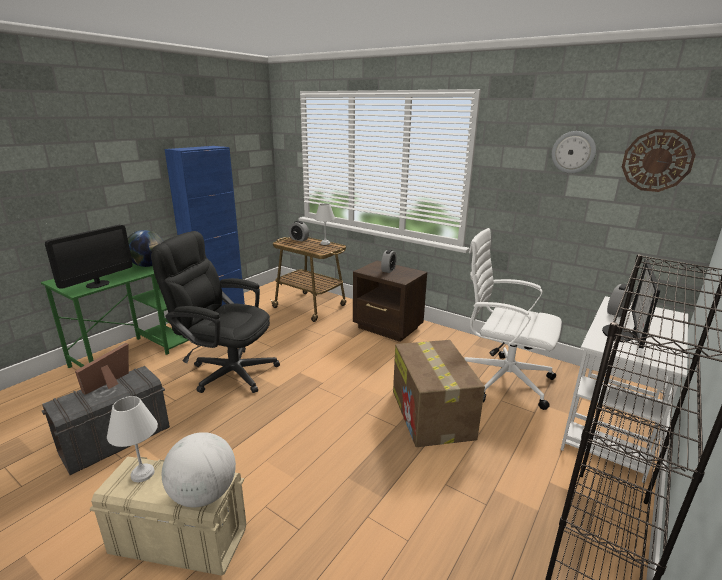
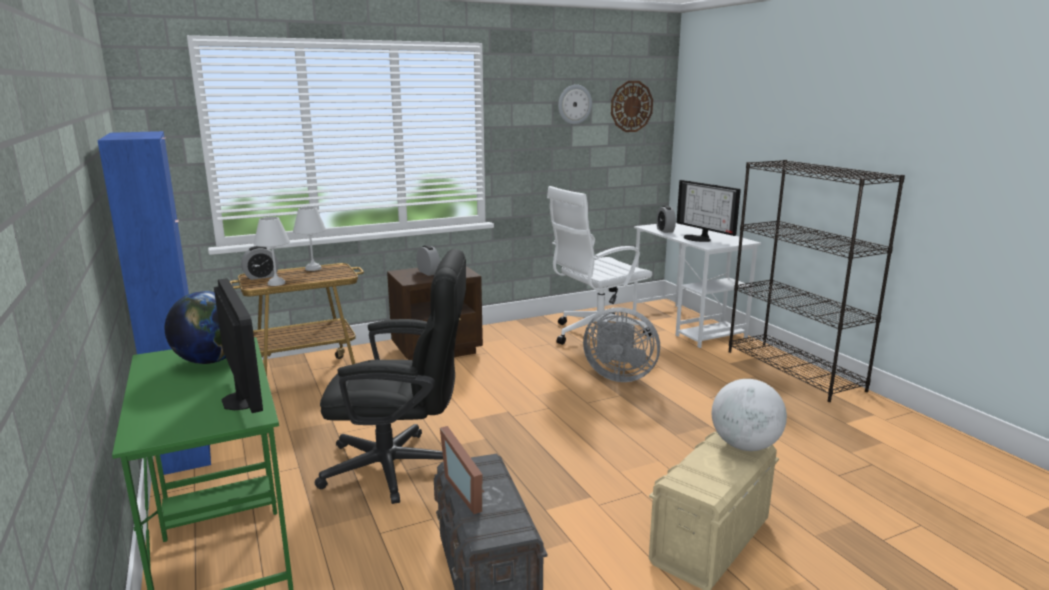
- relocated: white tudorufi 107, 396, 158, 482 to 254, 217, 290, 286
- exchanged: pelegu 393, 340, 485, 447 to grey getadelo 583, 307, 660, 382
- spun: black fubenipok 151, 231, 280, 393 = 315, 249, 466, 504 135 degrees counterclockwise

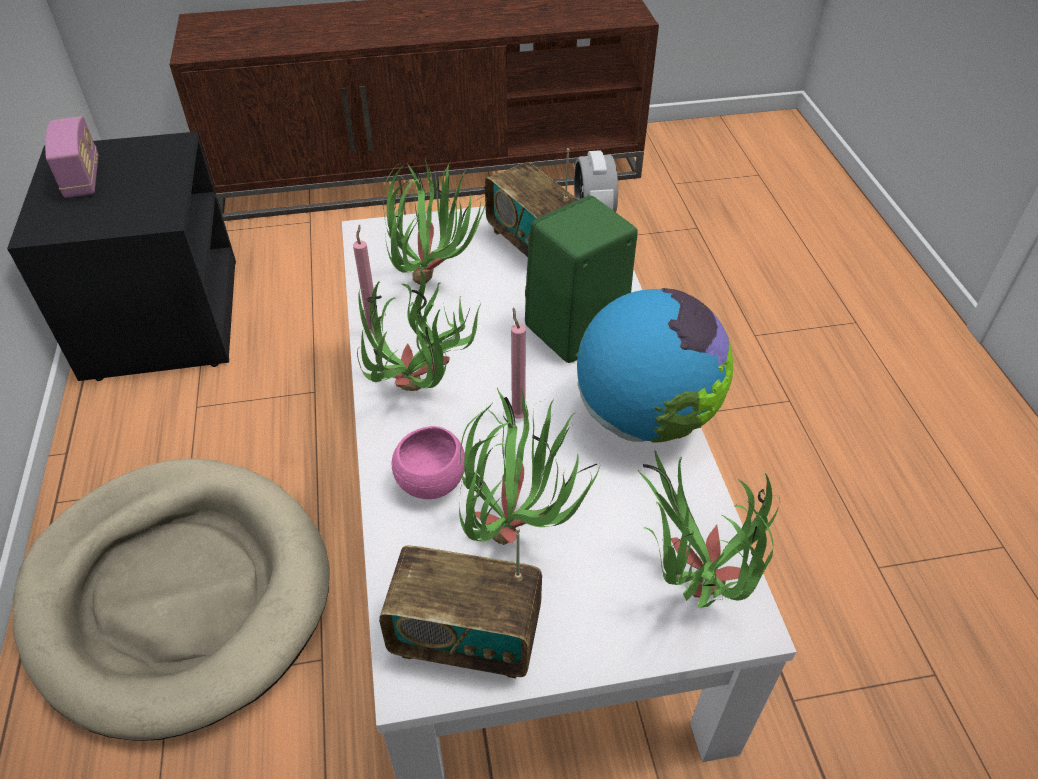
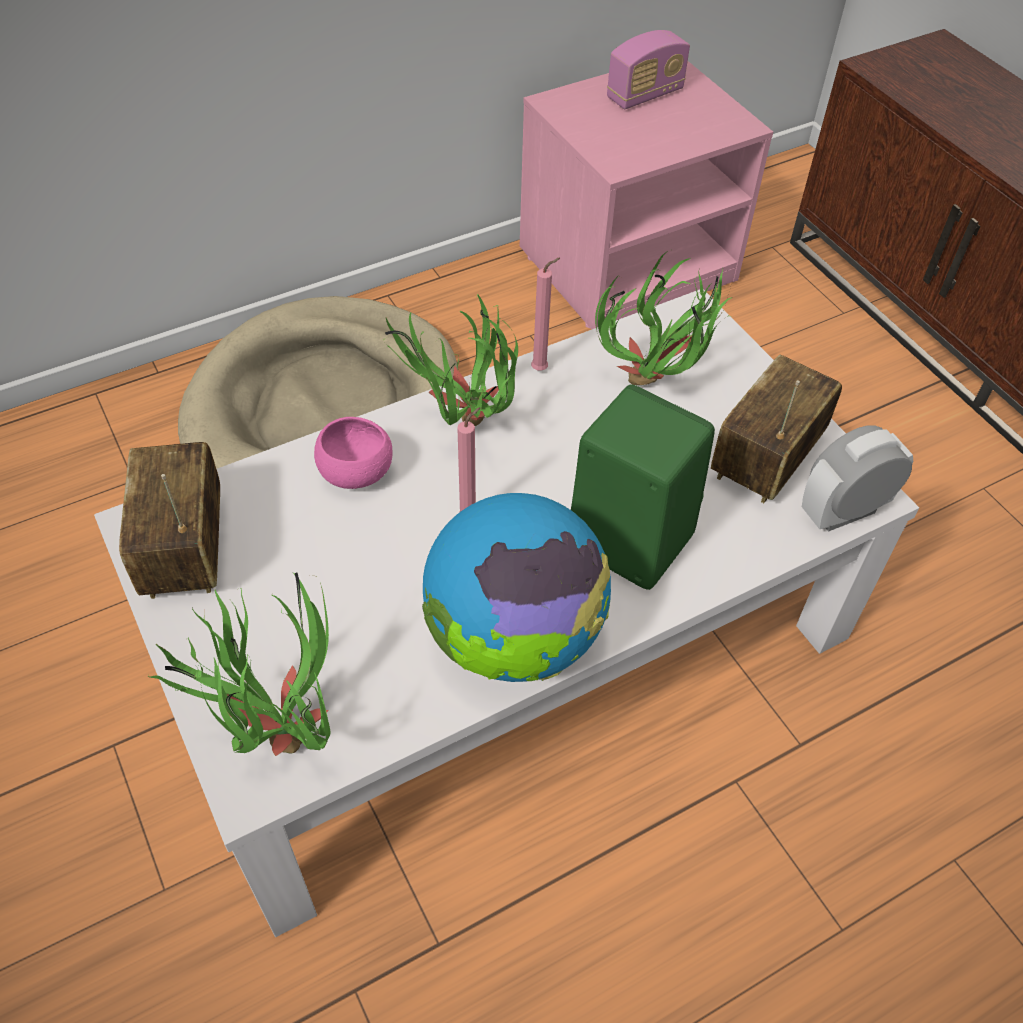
- missing: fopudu 459, 385, 600, 545
- colour: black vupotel 7, 132, 236, 381 to pink vupotel 520, 61, 773, 330

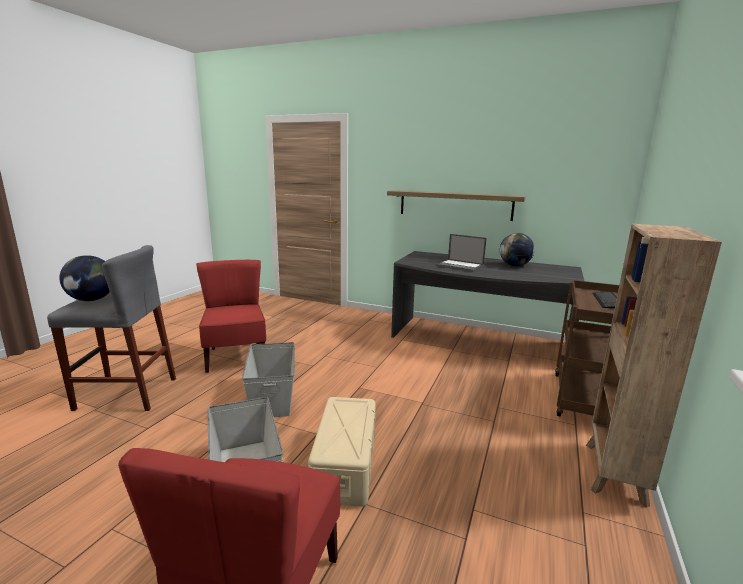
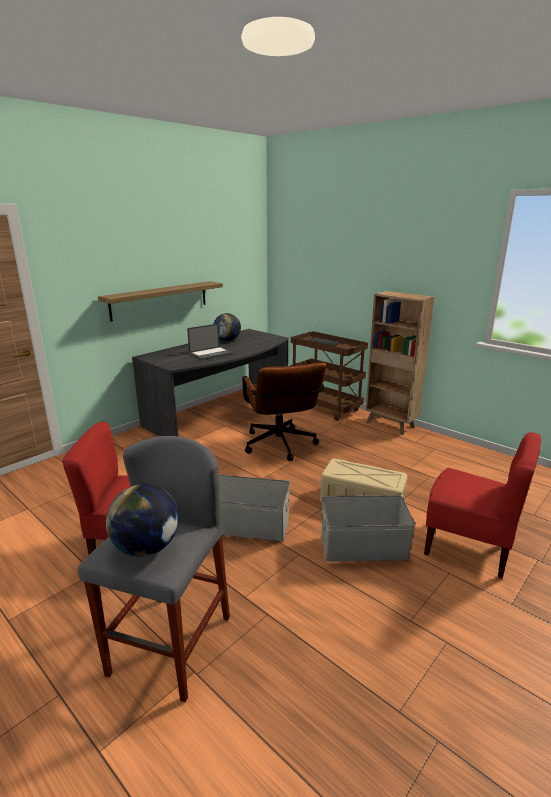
- appeared: brown fubenipok 242, 363, 326, 461

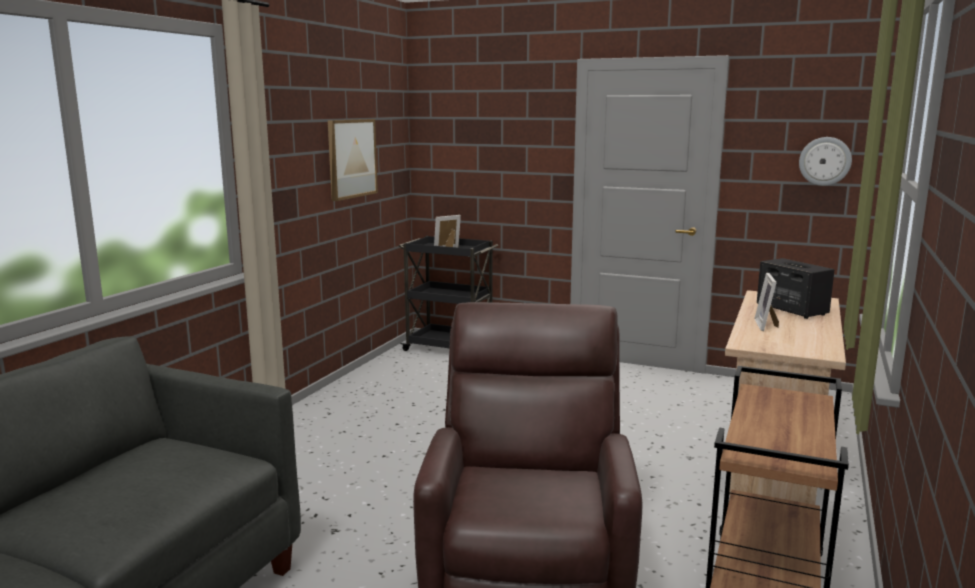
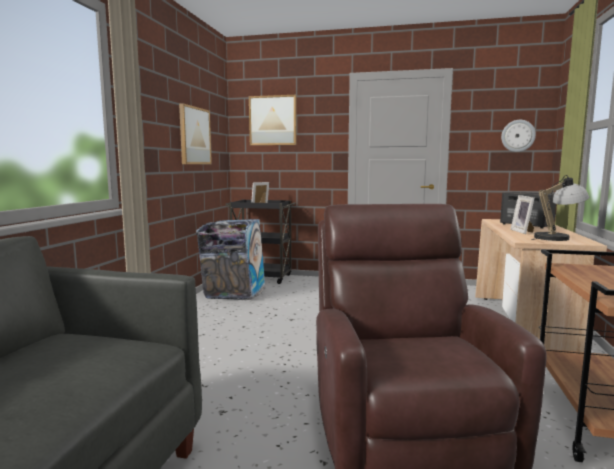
- appeared: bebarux 196, 219, 266, 300
- appeared: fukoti 249, 95, 297, 146
- appeared: tudorufi 531, 175, 589, 241

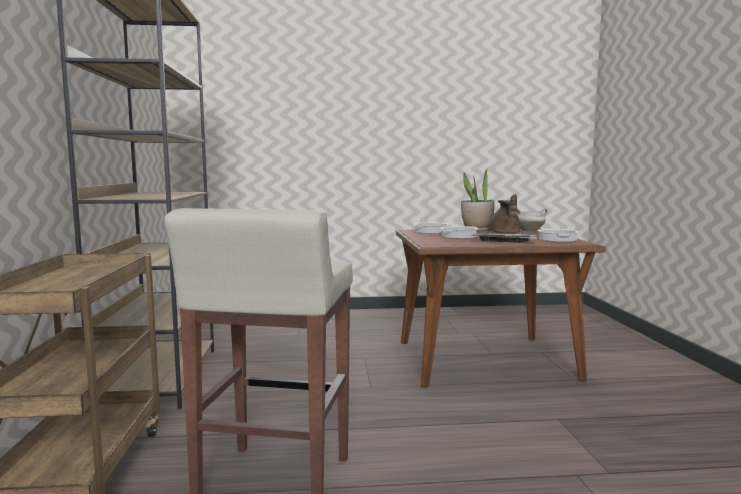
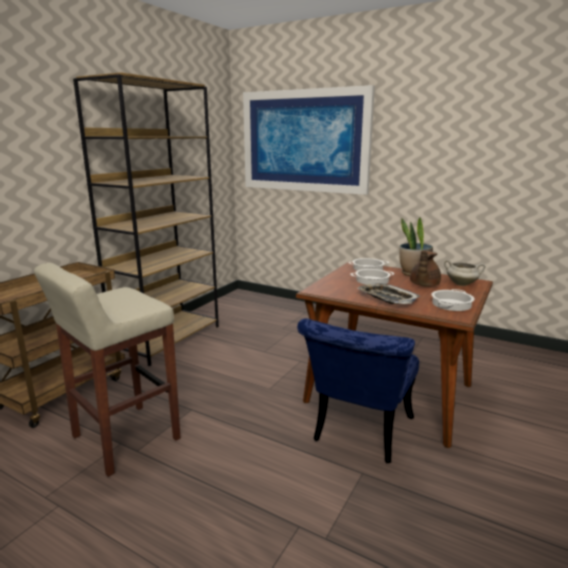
- appeared: fukoti 243, 85, 375, 195
- appeared: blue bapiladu 297, 318, 419, 463

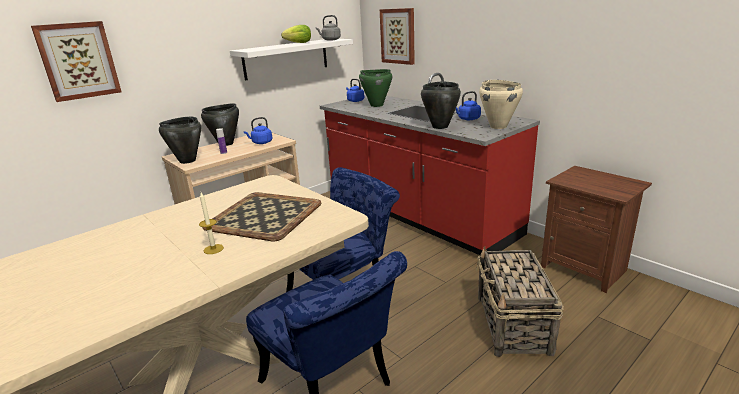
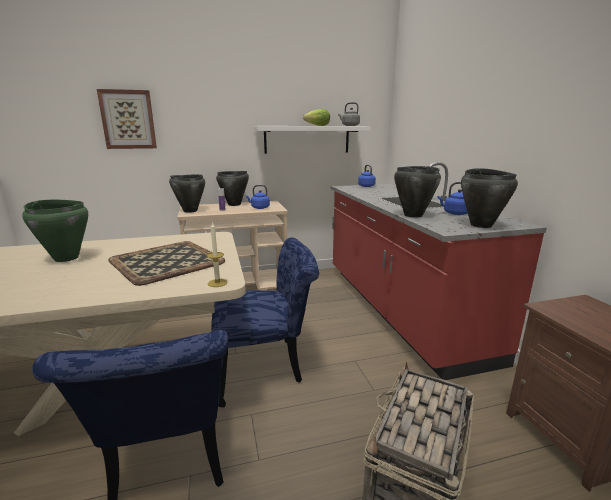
- missing: fukoti 380, 8, 415, 65
- relocated: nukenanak 199, 192, 224, 254 to 207, 221, 228, 287
- relocated: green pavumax 359, 69, 392, 107 to 22, 200, 88, 262
- colour: beige pavumax 479, 80, 523, 129 to black pavumax 461, 168, 518, 228

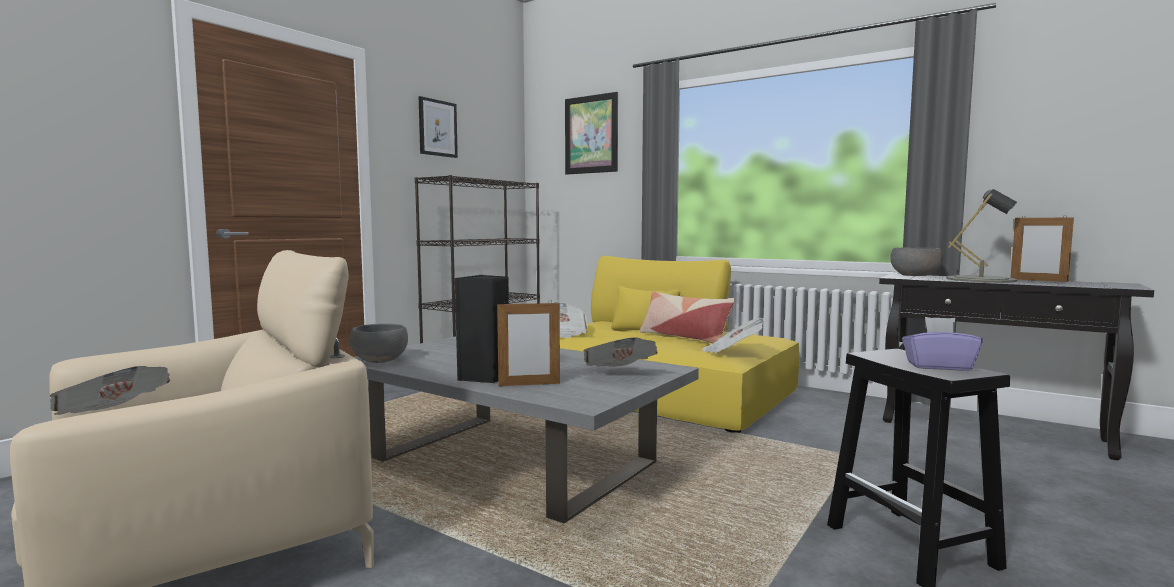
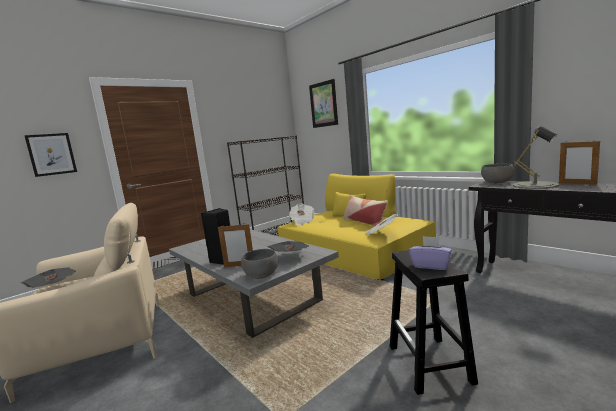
- relocated: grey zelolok 350, 324, 408, 363 to 241, 249, 278, 279
- relocated: fukoti 419, 96, 458, 158 to 24, 133, 77, 177

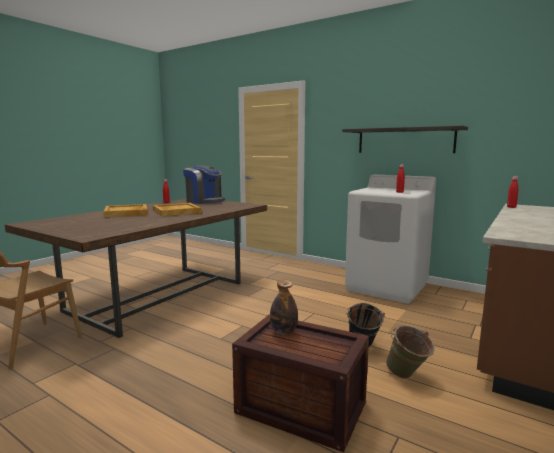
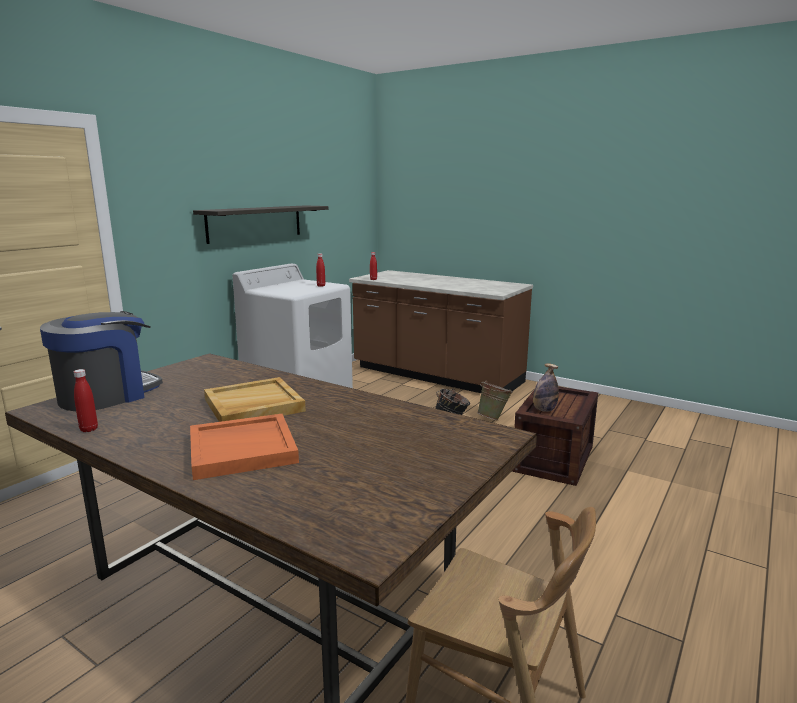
- colour: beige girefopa 103, 204, 148, 217 to orange girefopa 190, 414, 299, 480

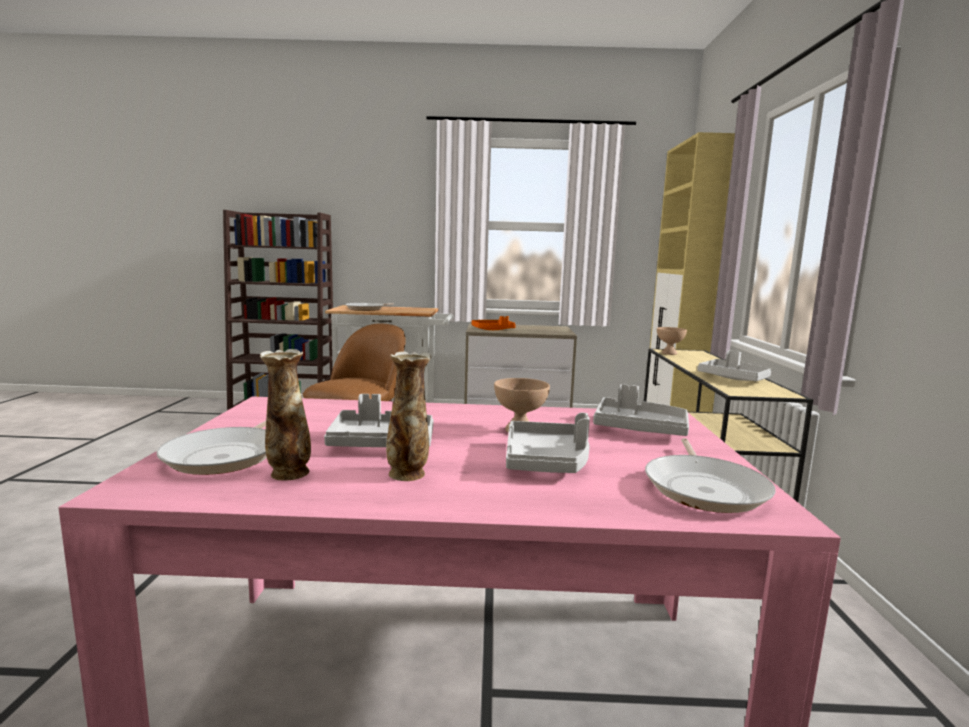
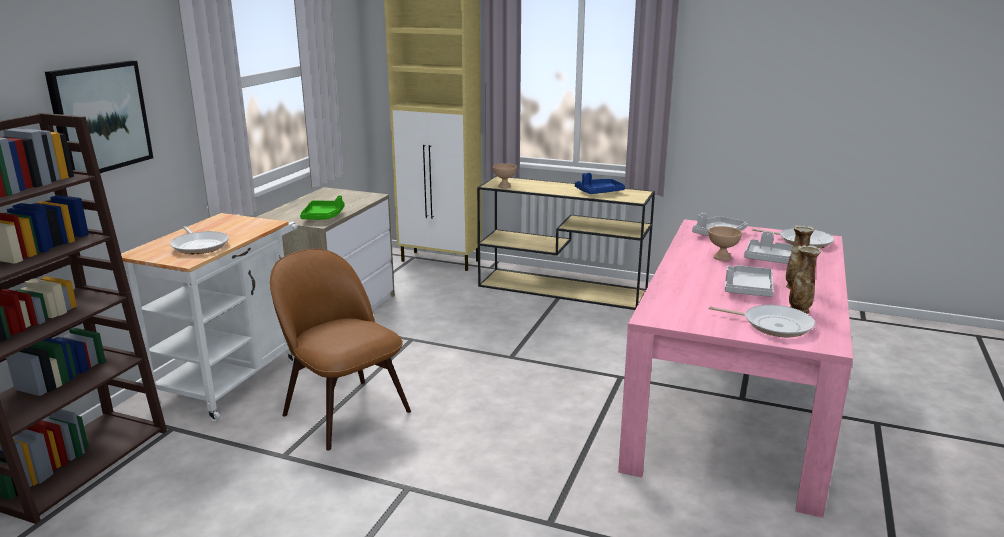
- appeared: fukoti 45, 60, 153, 173
- colour: orange girefopa 471, 316, 516, 330 to green girefopa 300, 195, 345, 220
- colour: grey girefopa 697, 350, 771, 381 to blue girefopa 575, 173, 625, 194

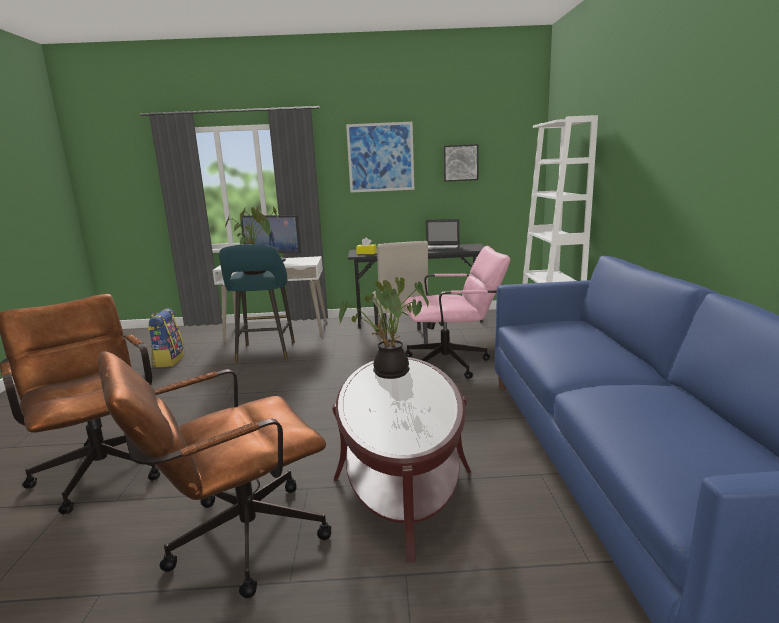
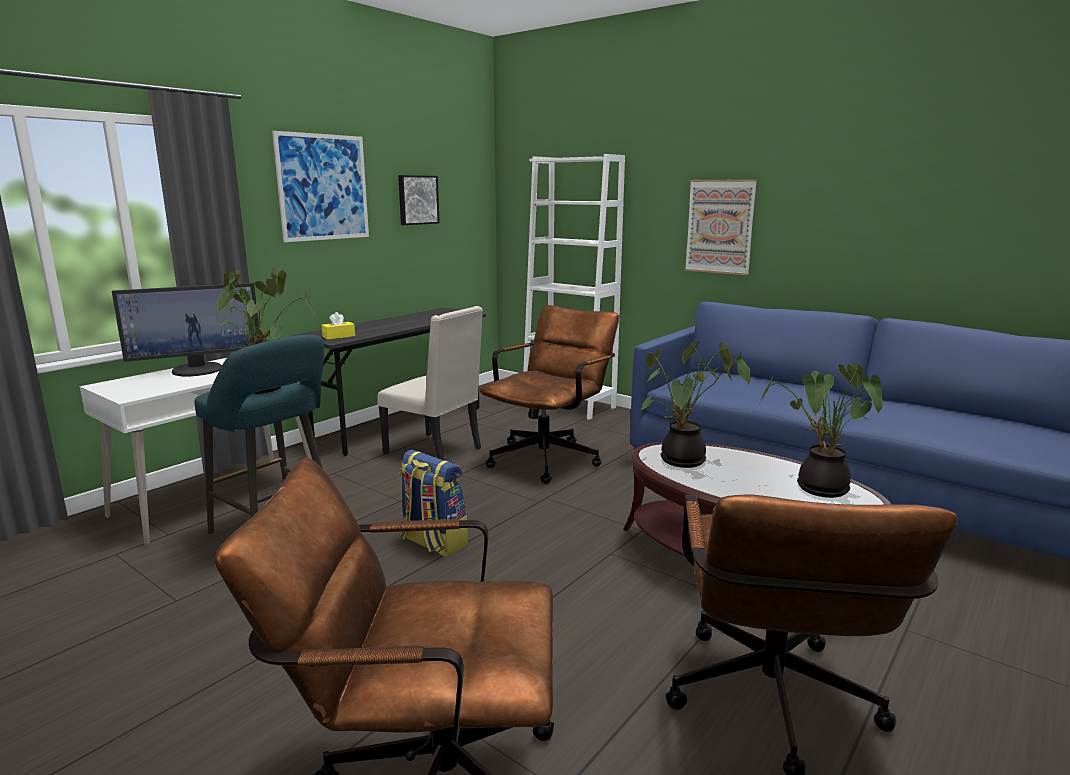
- missing: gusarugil 426, 219, 460, 251
- appeared: fukoti 685, 179, 757, 275
- appeared: fopudu 761, 362, 883, 498
- relocated: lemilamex 148, 308, 185, 367 to 400, 450, 468, 557
- colour: pink fubenipok 403, 246, 510, 379 to brown fubenipok 480, 305, 619, 484

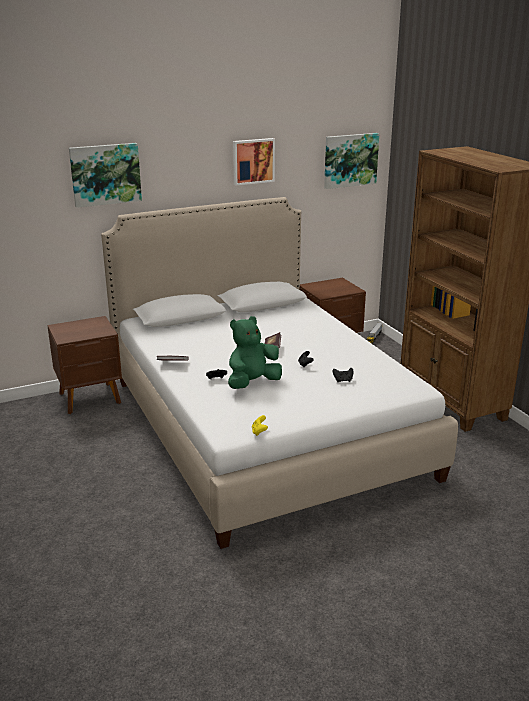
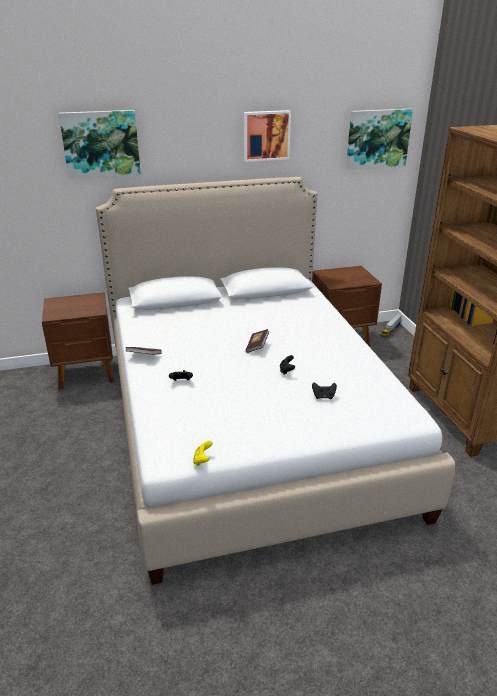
- missing: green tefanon 228, 316, 282, 389

